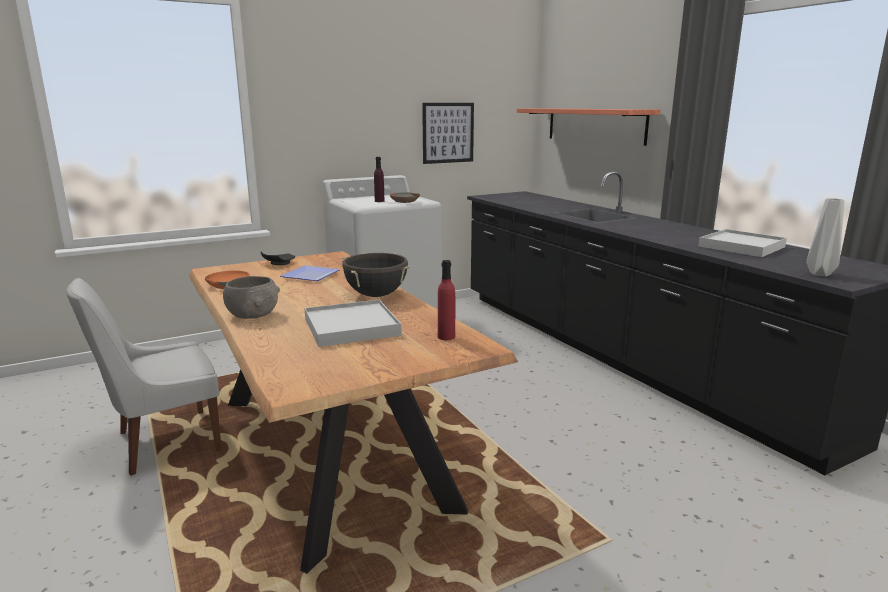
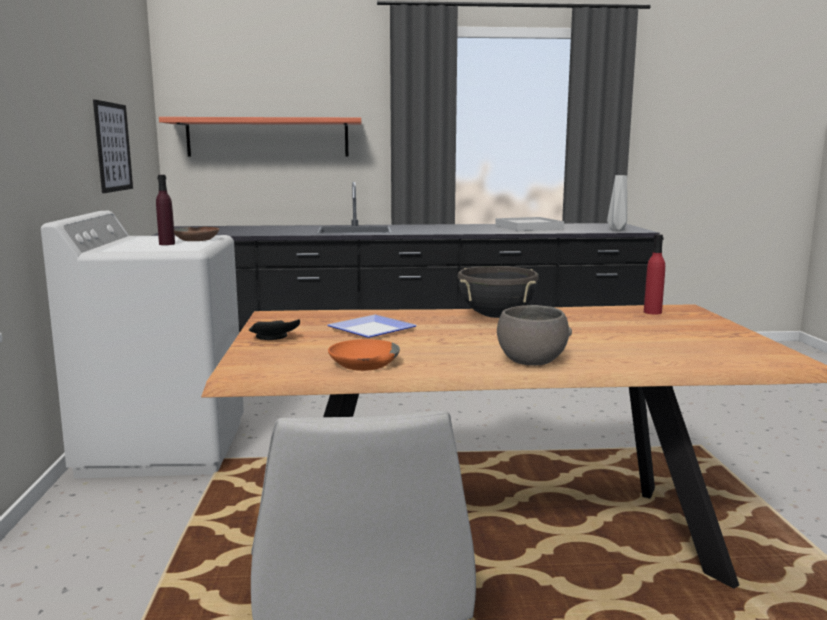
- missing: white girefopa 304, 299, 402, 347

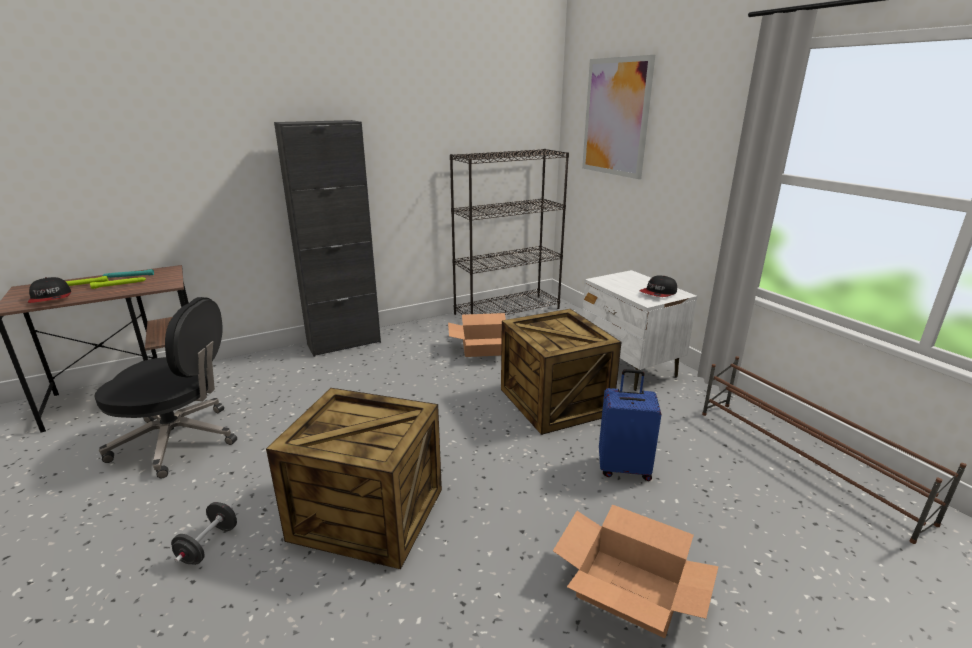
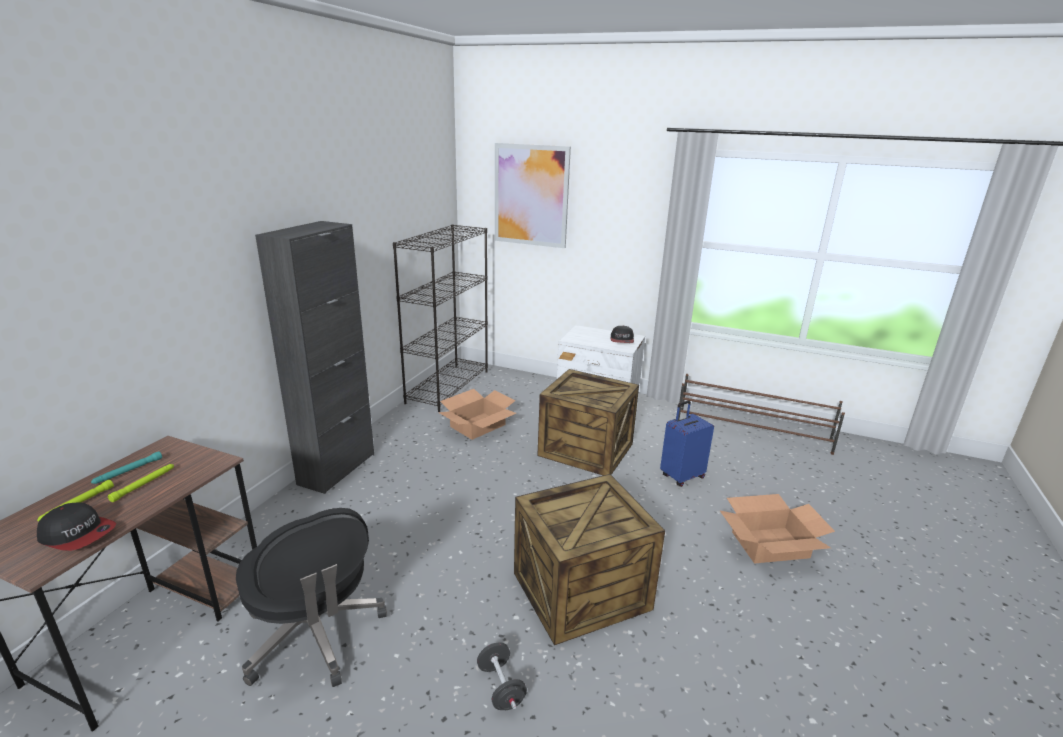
- spun: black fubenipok 95, 297, 237, 478 = 236, 508, 387, 687 90 degrees clockwise

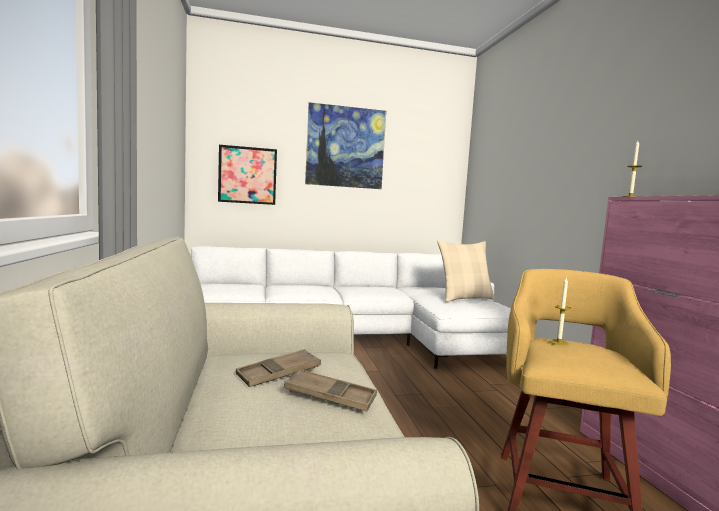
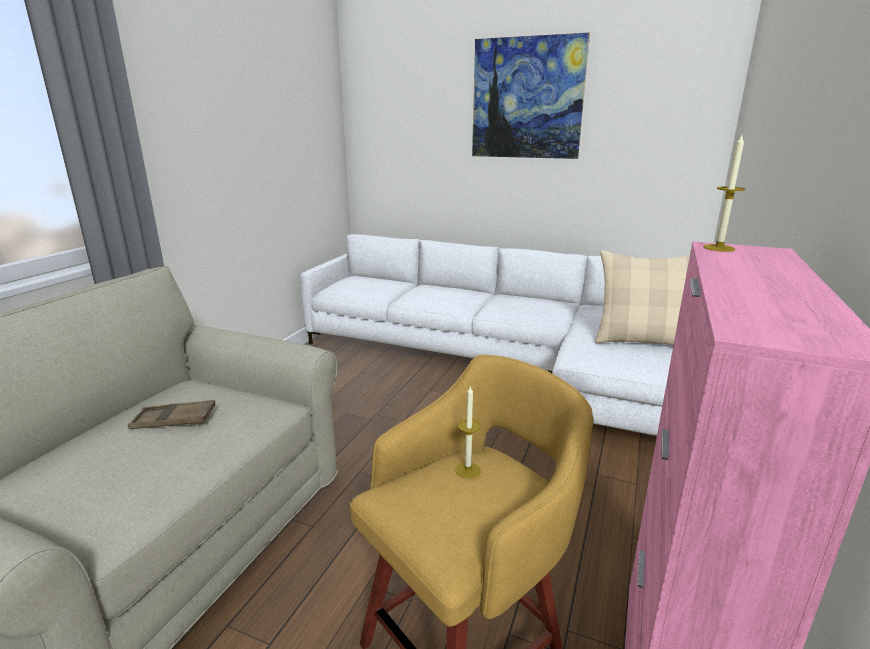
- missing: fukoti 218, 145, 277, 205
- missing: brown girefopa 284, 369, 377, 412

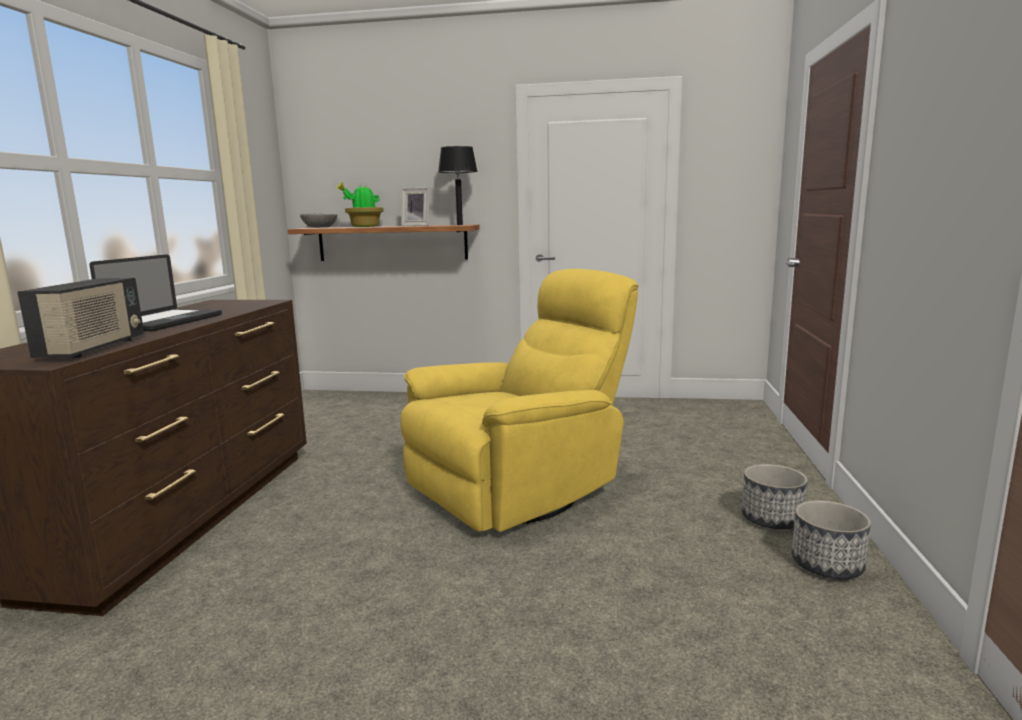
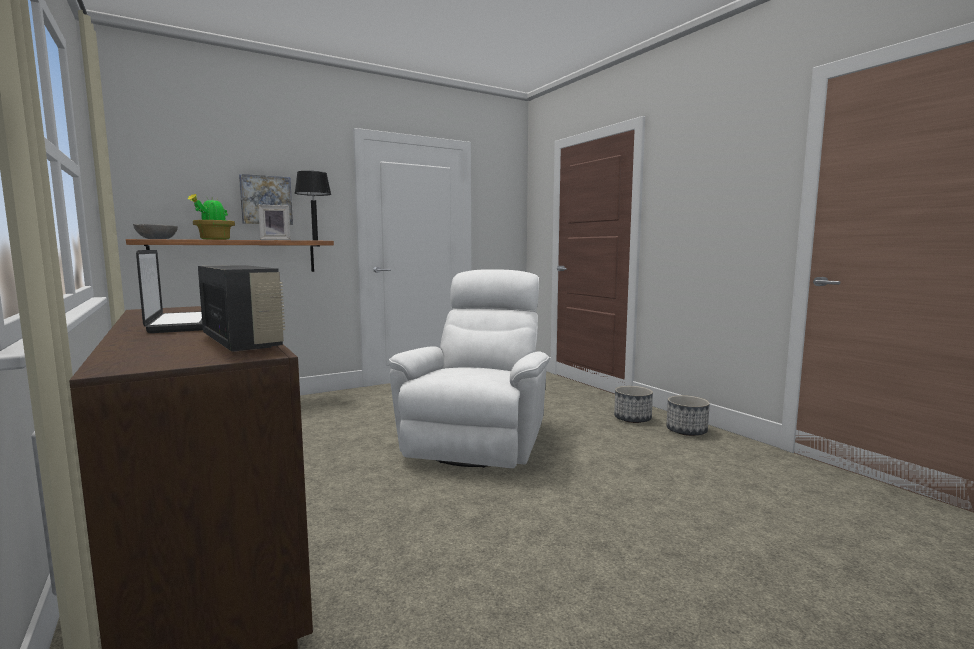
- appeared: fukoti 239, 174, 293, 225
- colour: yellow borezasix 400, 269, 639, 532 to white borezasix 389, 269, 550, 468

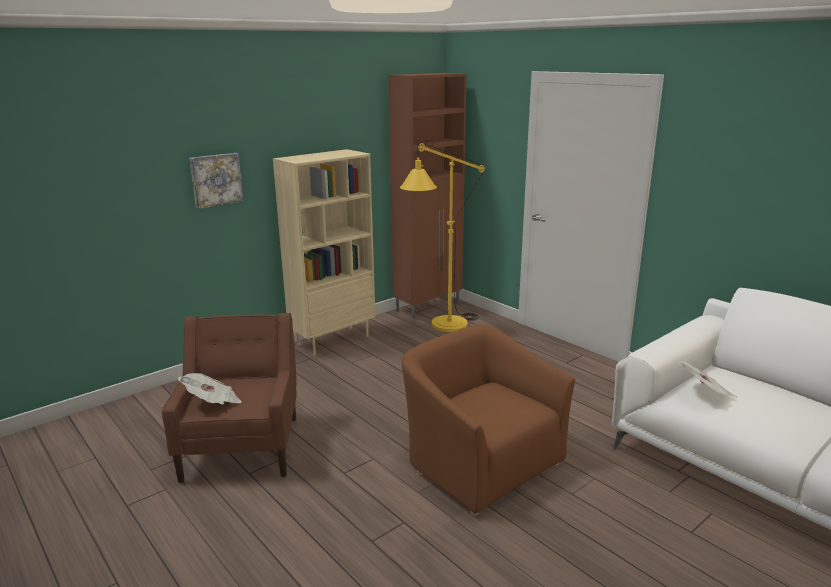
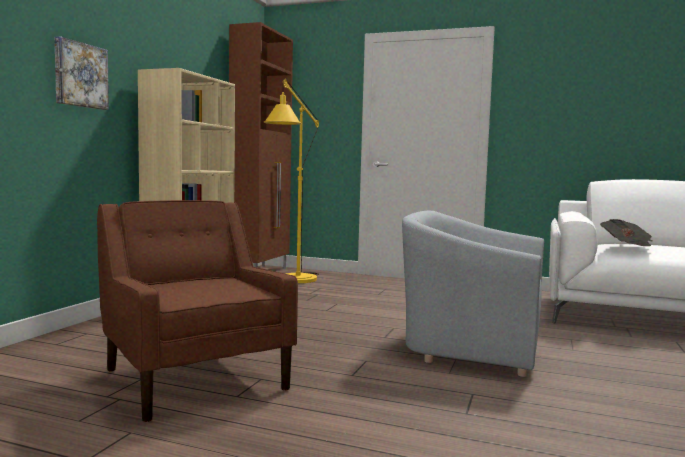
- missing: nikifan 178, 373, 241, 404
- colour: brown borezasix 401, 324, 575, 516 to grey borezasix 402, 211, 544, 377

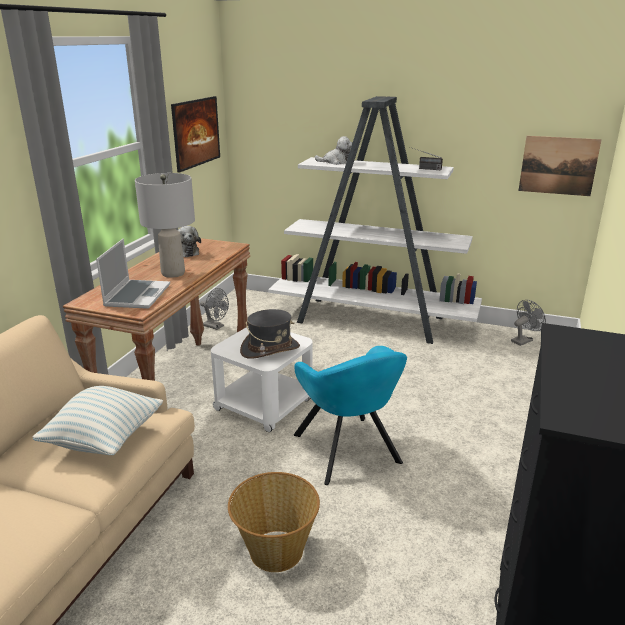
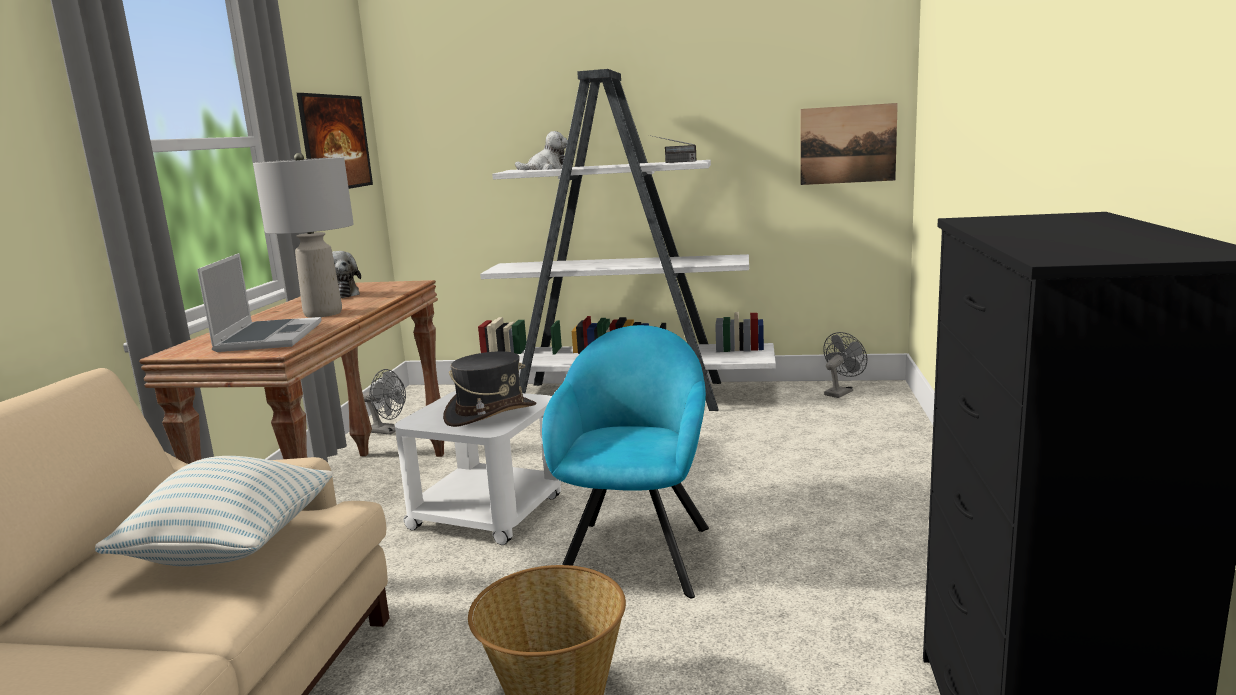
- spun: turquoise borezasix 294, 346, 407, 485 = 542, 325, 709, 598 135 degrees counterclockwise

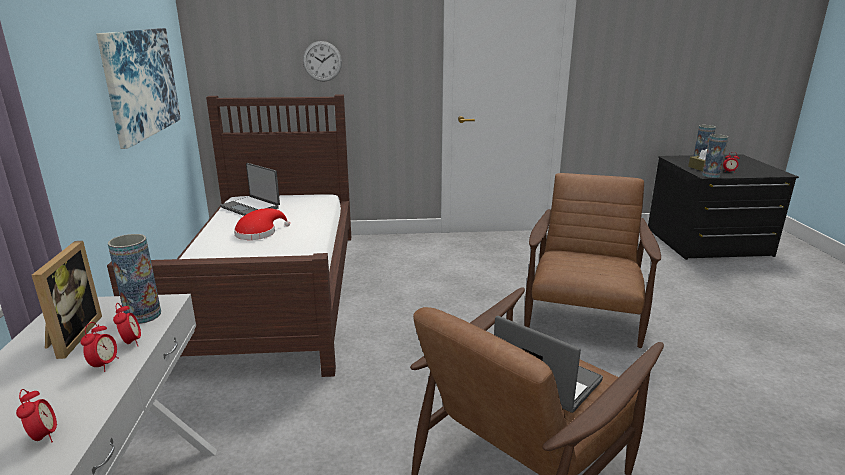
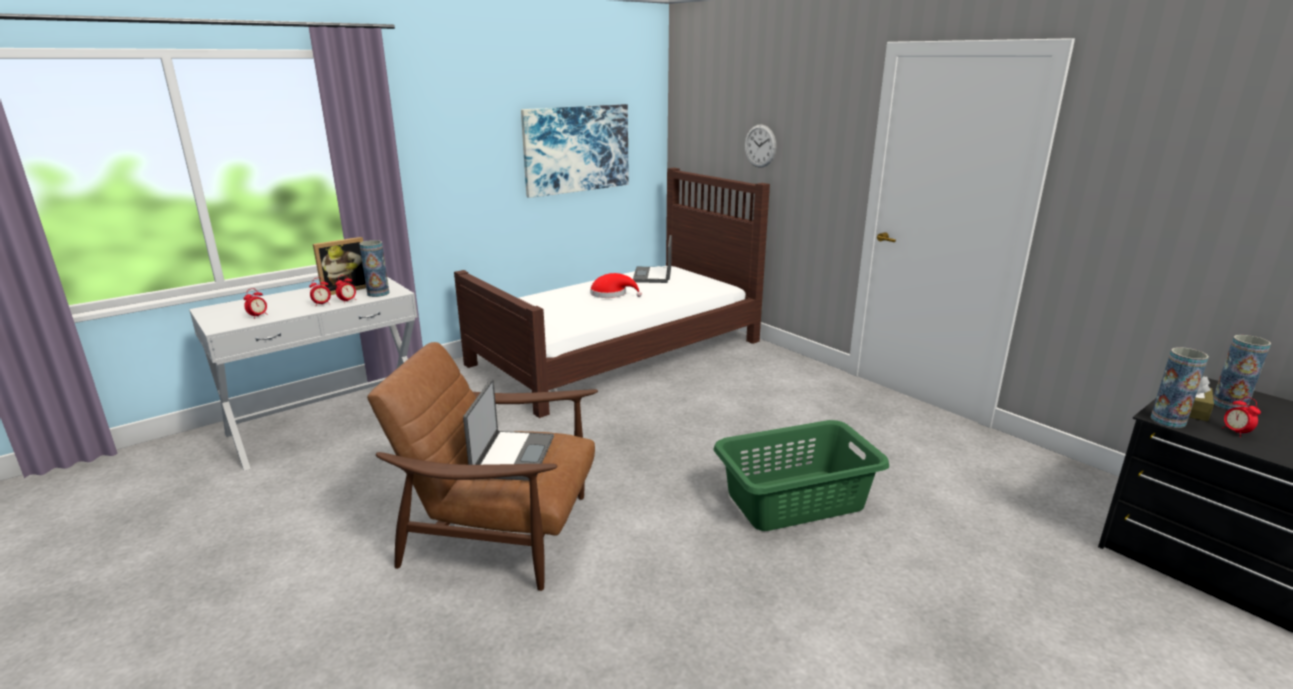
- exchanged: brown borezasix 525, 173, 661, 348 to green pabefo 713, 420, 889, 531

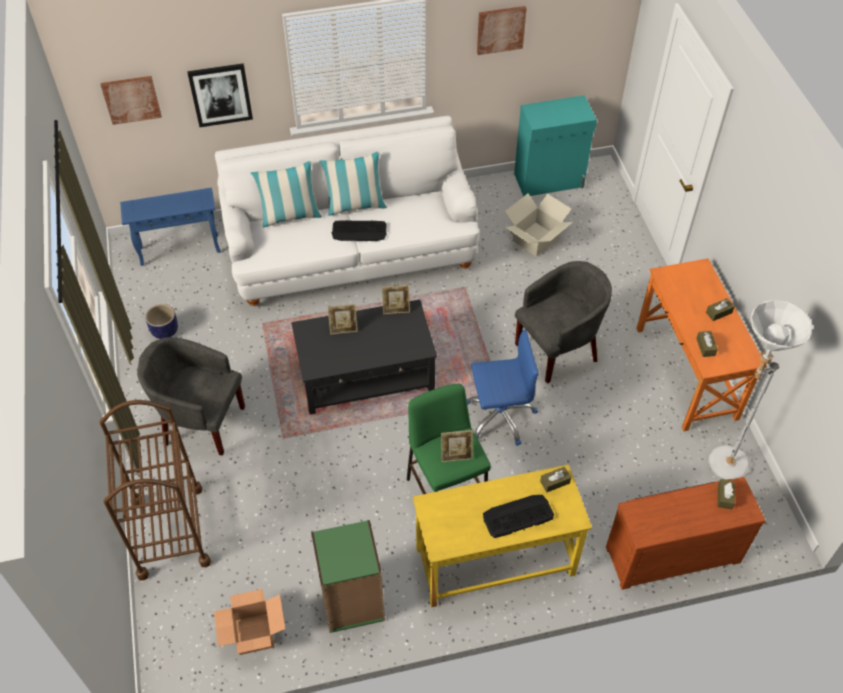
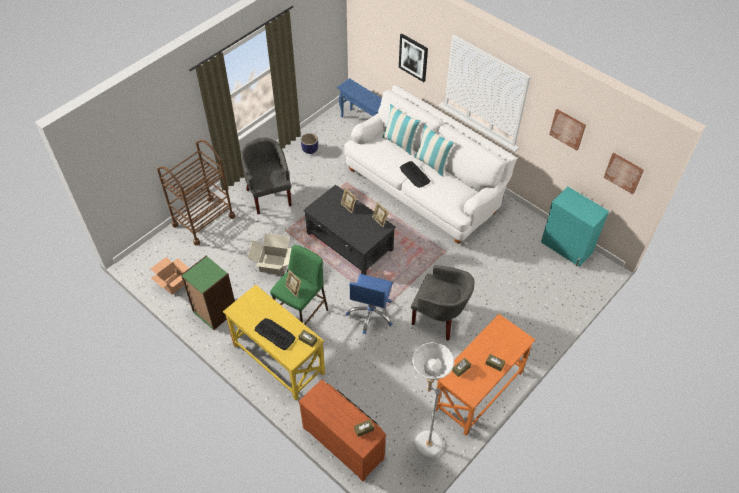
- relocated: fukoti 101, 76, 162, 125 to 604, 153, 644, 194
- relocated: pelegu 505, 194, 573, 257 to 247, 233, 291, 275
- spun: blue fubenipok 466, 329, 539, 446 = 346, 274, 393, 334 60 degrees clockwise

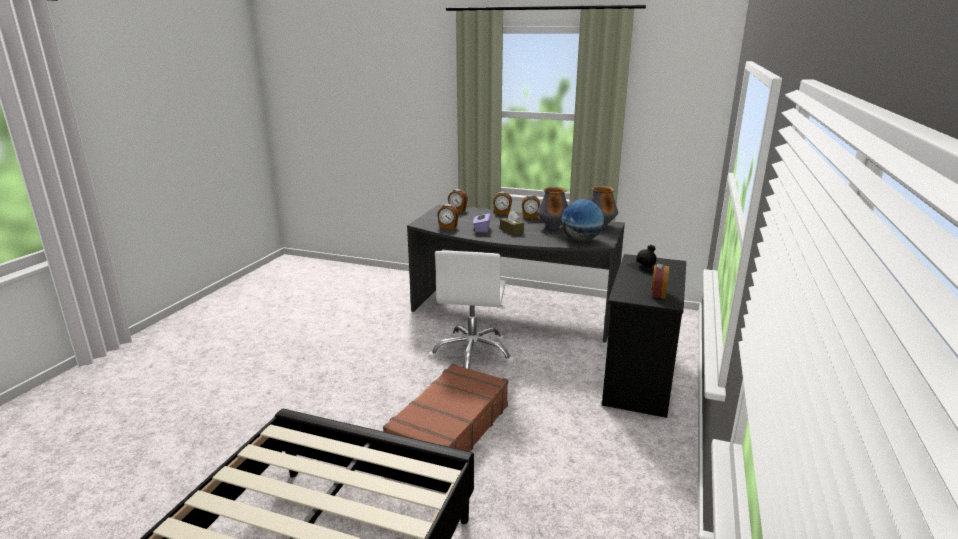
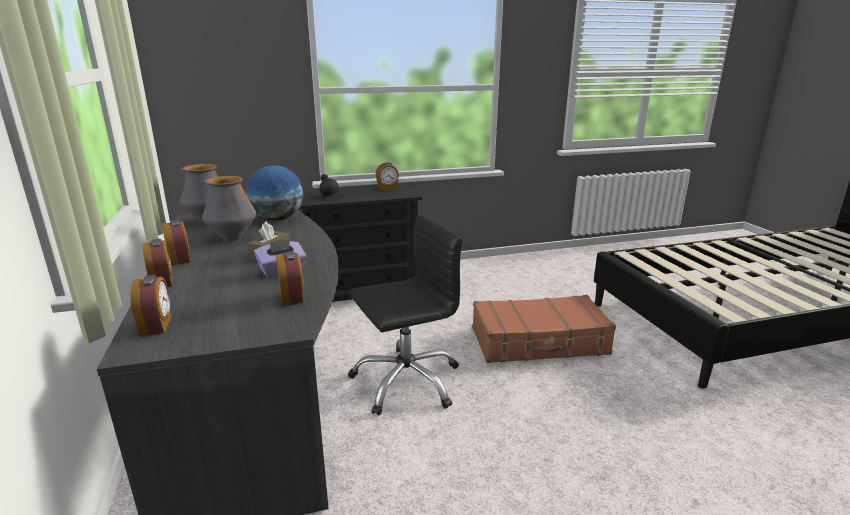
- colour: white fubenipok 429, 251, 513, 369 to black fubenipok 348, 214, 463, 416

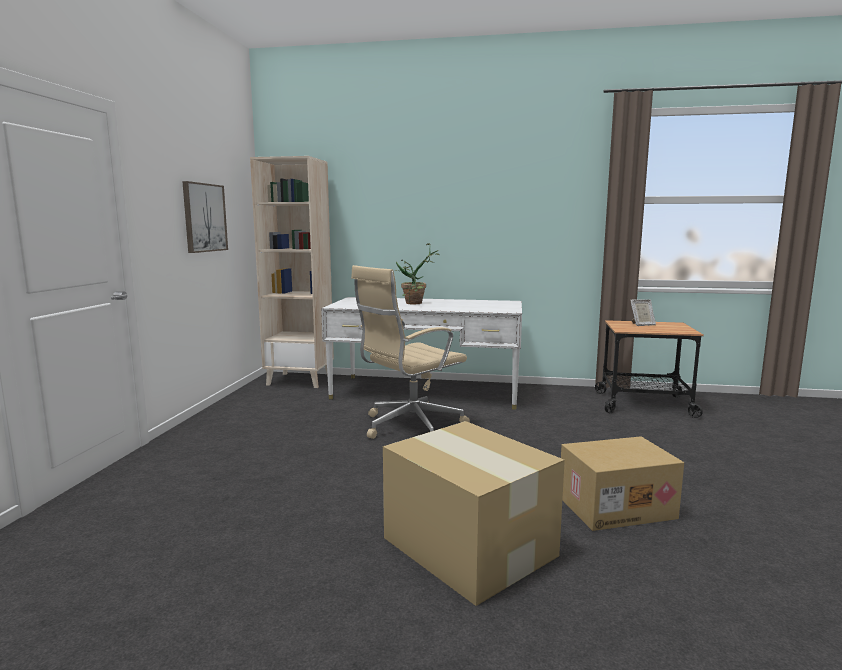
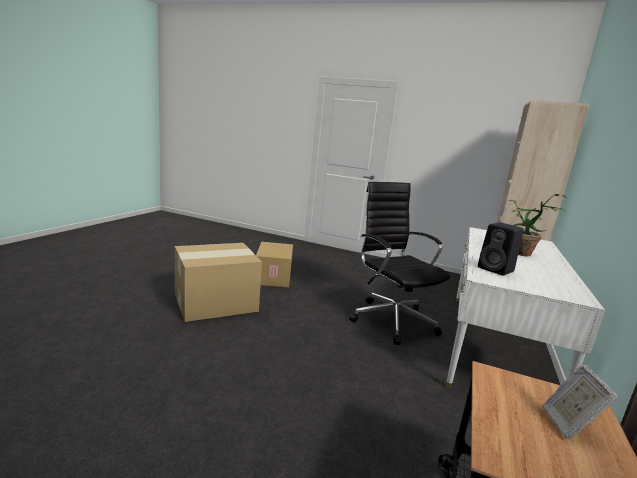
- missing: fukoti 182, 181, 228, 253
- appeared: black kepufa 478, 222, 524, 276
- relocated: pelegu 561, 436, 684, 531 to 256, 242, 293, 287
- colour: beige fubenipok 351, 265, 470, 439 to black fubenipok 349, 182, 450, 345

